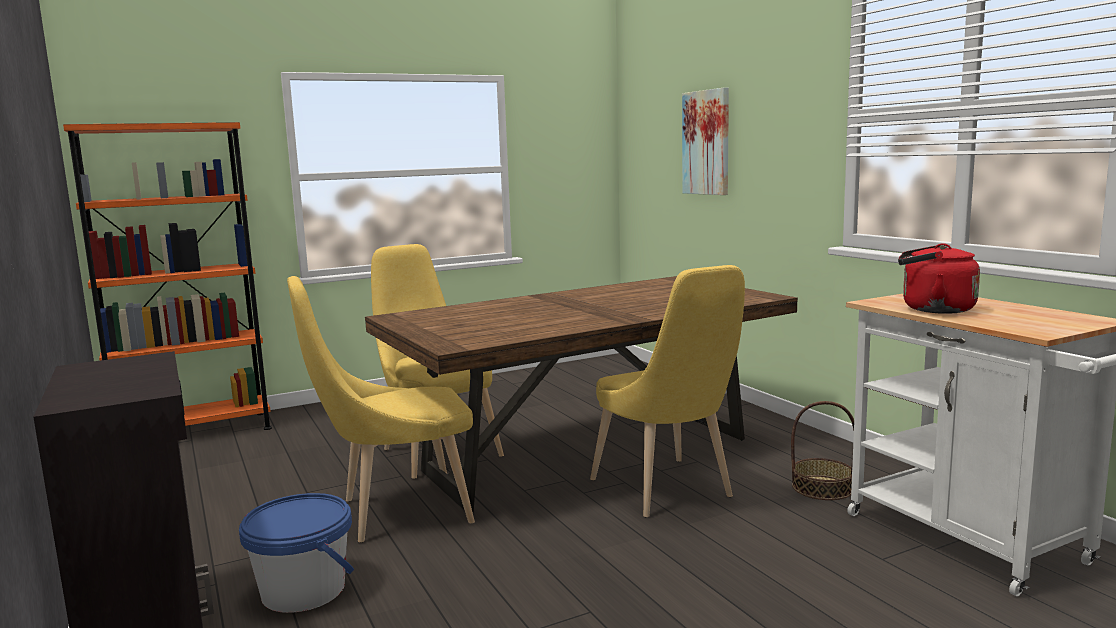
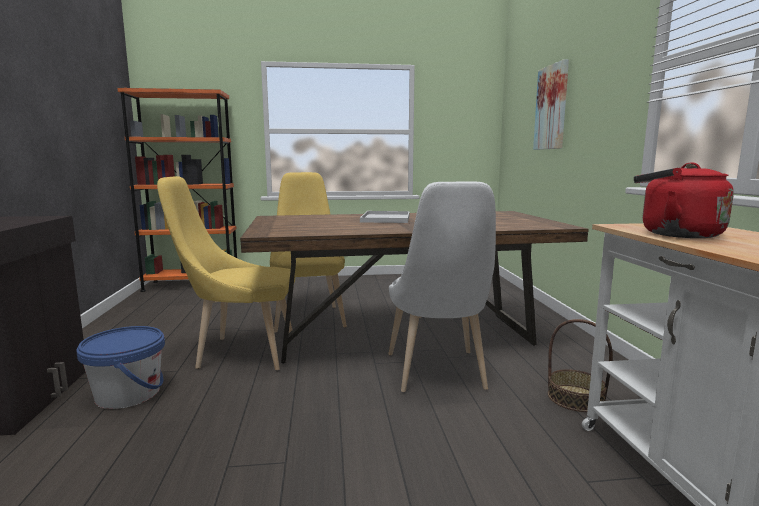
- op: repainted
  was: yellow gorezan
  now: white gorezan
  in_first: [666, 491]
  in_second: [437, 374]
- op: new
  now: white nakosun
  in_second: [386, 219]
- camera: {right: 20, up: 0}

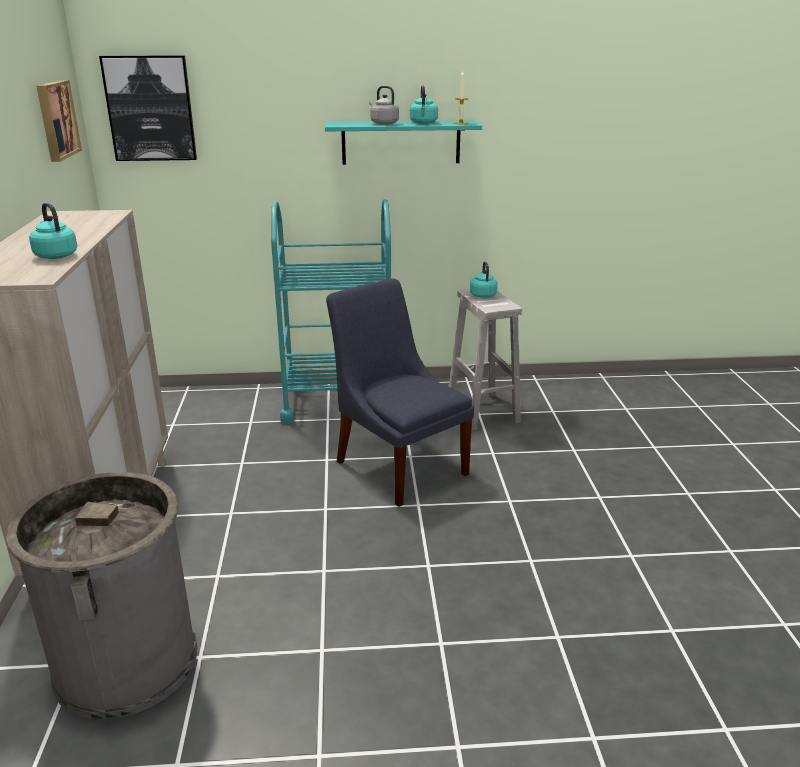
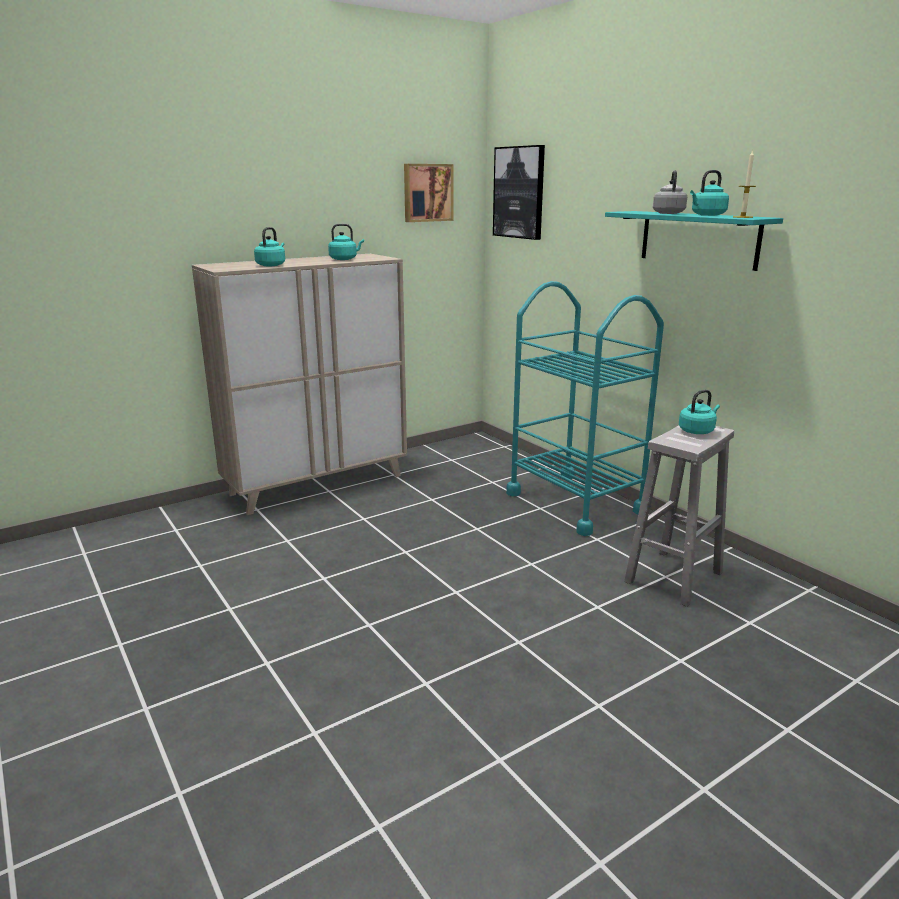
- op: gone
  was: blue gorezan
  in_first: [399, 464]
- op: gone
  was: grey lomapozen
  in_first: [126, 661]
- op: new
  now: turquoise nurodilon
  in_second: [344, 259]
- camera: {right: 60, up: -5}

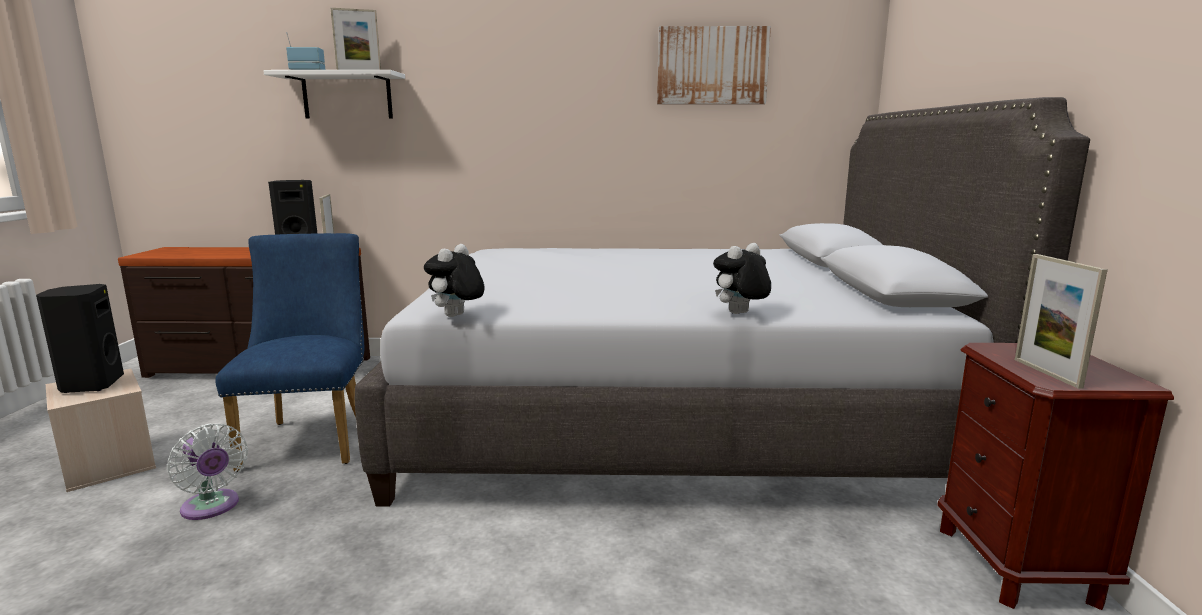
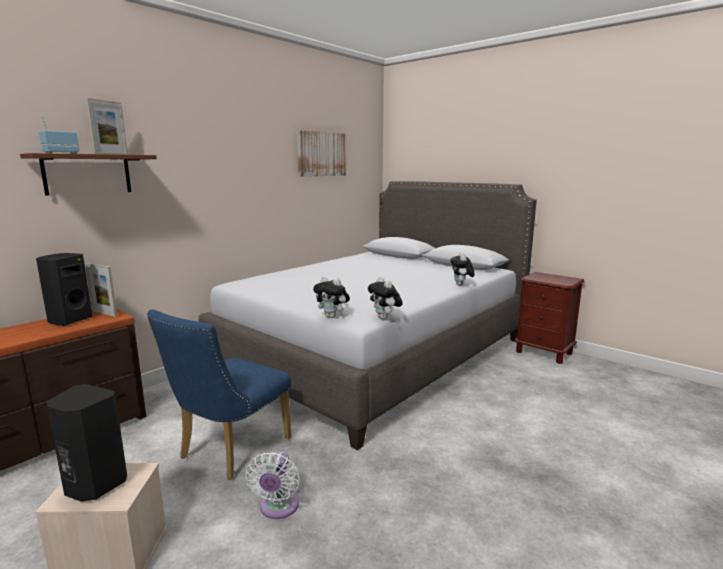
- op: repainted
  was: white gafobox
  now: brown gafobox
  in_first: [347, 96]
  in_second: [87, 174]
- op: rotated
  was: blue gorezan
  in_first: [312, 437]
  in_second: [229, 451]
  clockwise: -90
- op: gone
  was: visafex
  in_first: [1046, 373]
- op: rotated
  was: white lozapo
  in_first: [212, 508]
  in_second: [278, 508]
  clockwise: 105
- op: new
  now: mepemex
  in_second: [332, 316]
- camera: {right: -50, up: 0}

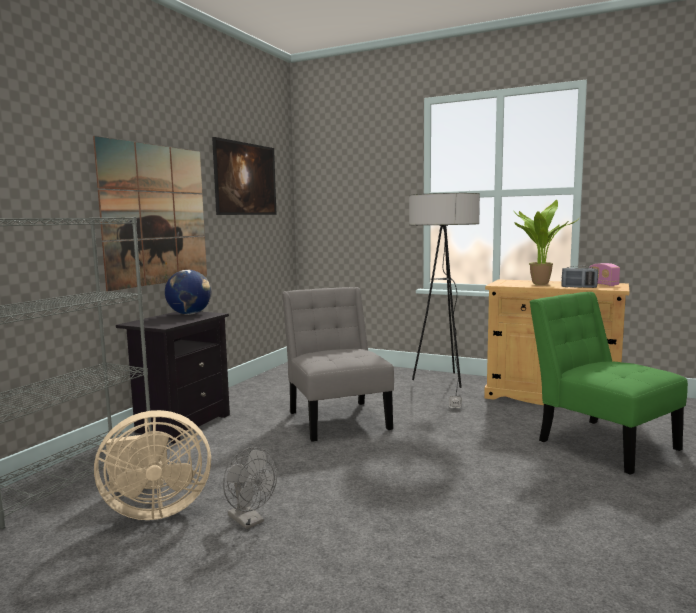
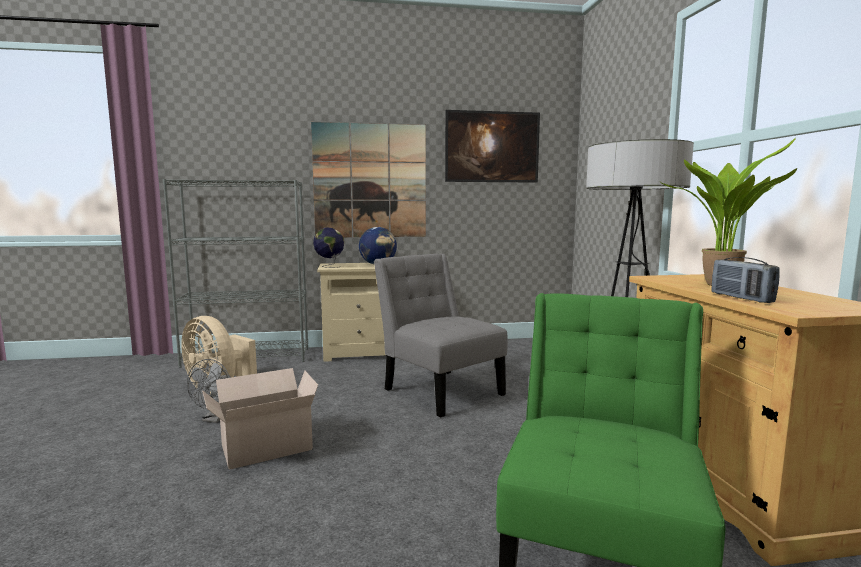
- op: gone
  was: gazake
  in_first: [603, 285]
- op: rotated
  was: grey gorezan
  in_first: [337, 418]
  in_second: [439, 390]
  clockwise: -75
- op: repainted
  was: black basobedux
  now: beige basobedux
  in_first: [182, 424]
  in_second: [359, 352]
- op: new
  now: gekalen
  in_second: [329, 266]
- op: new
  now: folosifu
  in_second: [263, 448]
- camera: {right: 55, up: 0}

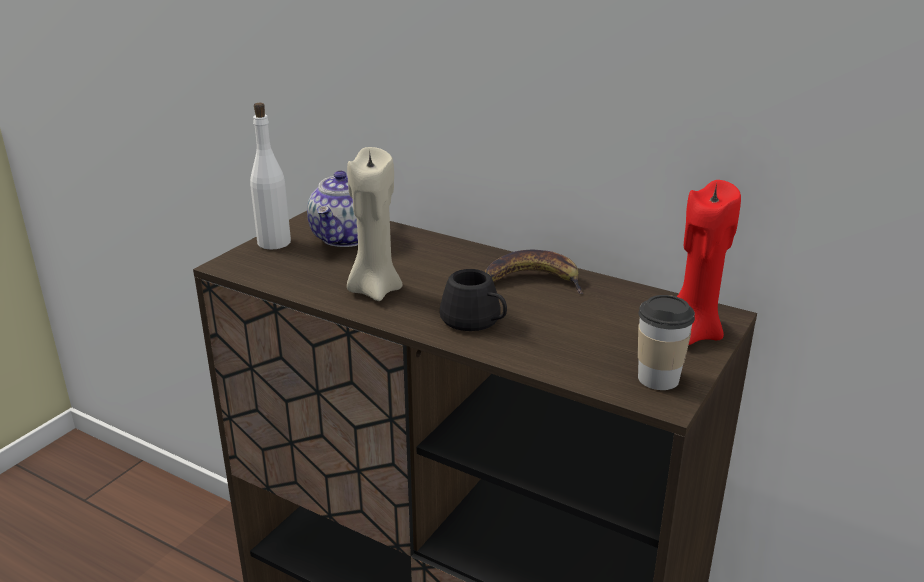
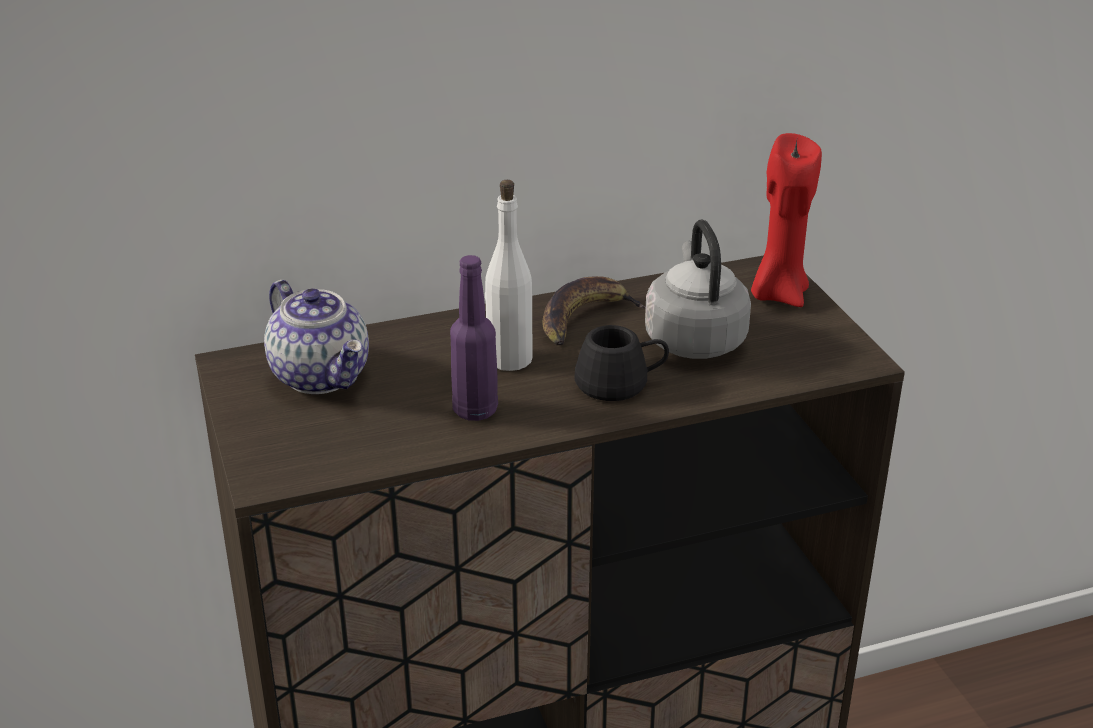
- op: shifted
  was: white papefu
  in_first: [274, 242]
  in_second: [509, 359]
- op: swapped
  was: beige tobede
  now: purple papefu
  in_first: [374, 290]
  in_second: [475, 410]
- op: gone
  was: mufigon
  in_first: [658, 378]
- op: new
  now: grey nurodilon
  in_second: [694, 338]
- camera: {right: -50, up: 5}

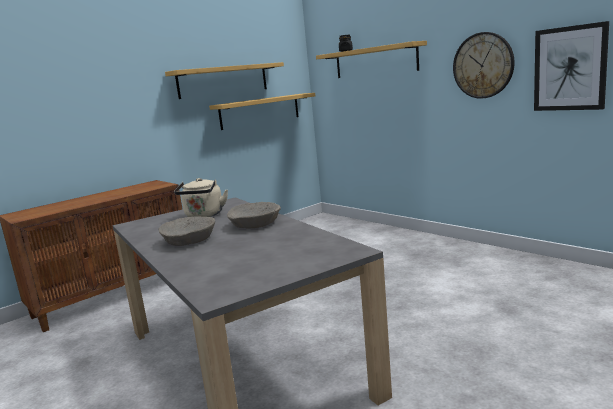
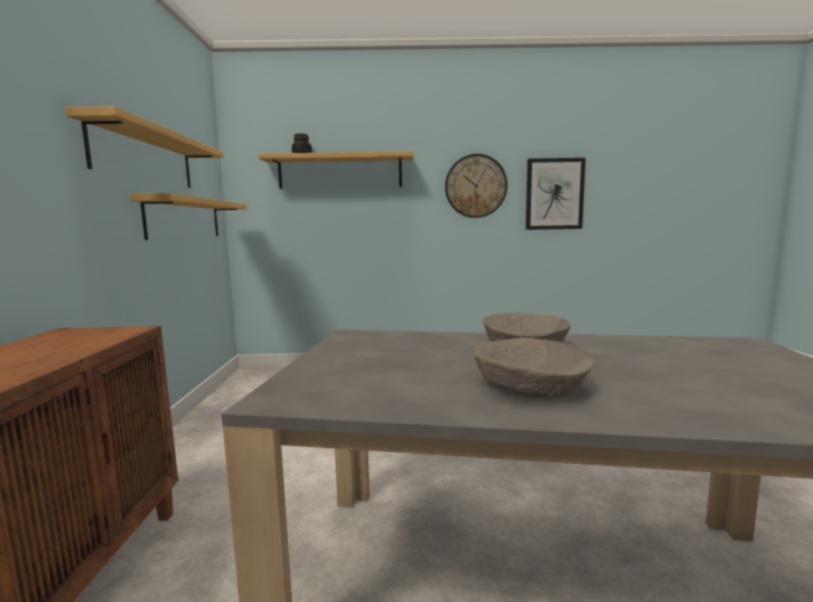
- op: gone
  was: beige nurodilon
  in_first: [204, 216]
- camera: {right: -50, up: -5}

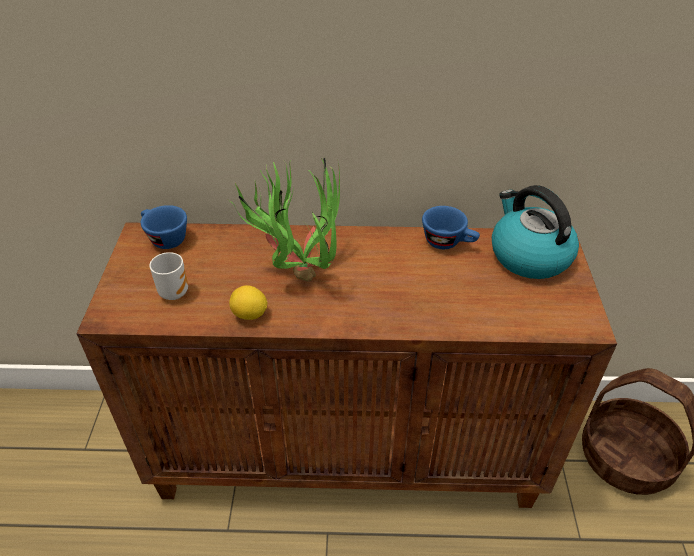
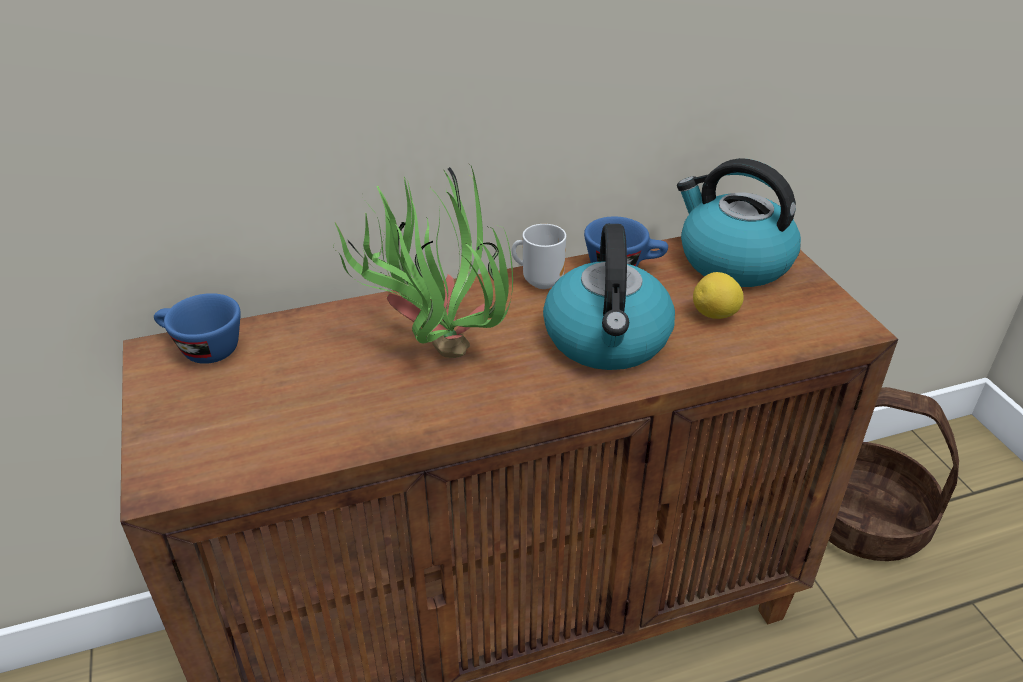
- op: shifted
  was: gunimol
  in_first: [174, 292]
  in_second: [540, 281]
- op: shifted
  was: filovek
  in_first: [250, 315]
  in_second: [715, 315]
- op: new
  now: nurodilon
  in_second: [607, 340]
- camera: {right: -20, up: -5}

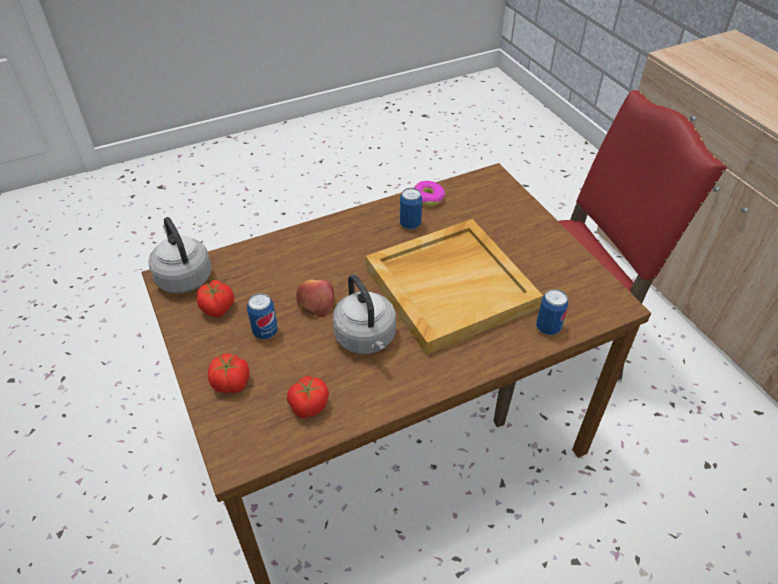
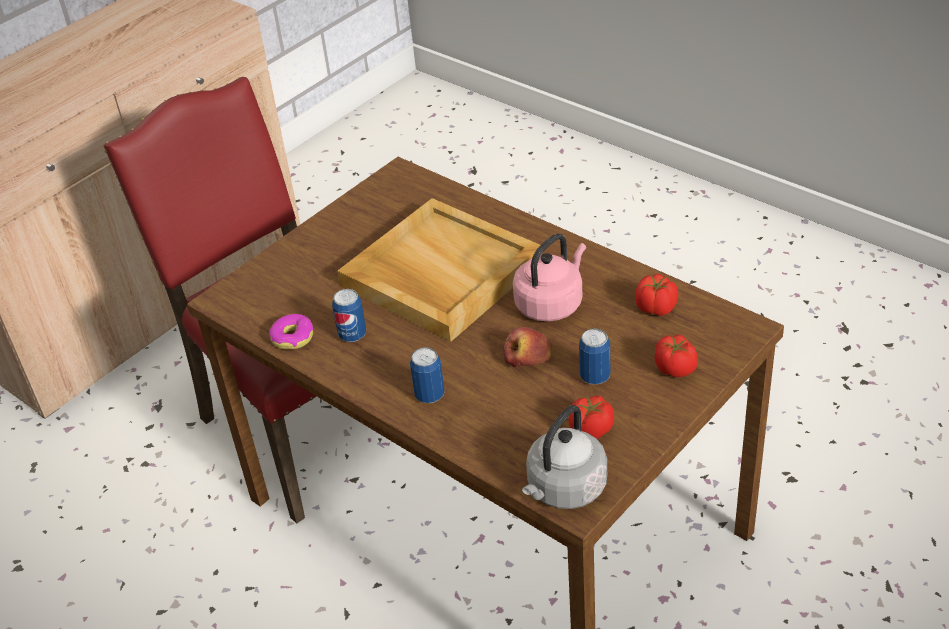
- op: repainted
  was: grey nurodilon
  now: pink nurodilon
  in_first: [366, 339]
  in_second: [551, 304]
- op: shifted
  was: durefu
  in_first: [548, 327]
  in_second: [429, 395]
- camera: {right: -110, up: -5}

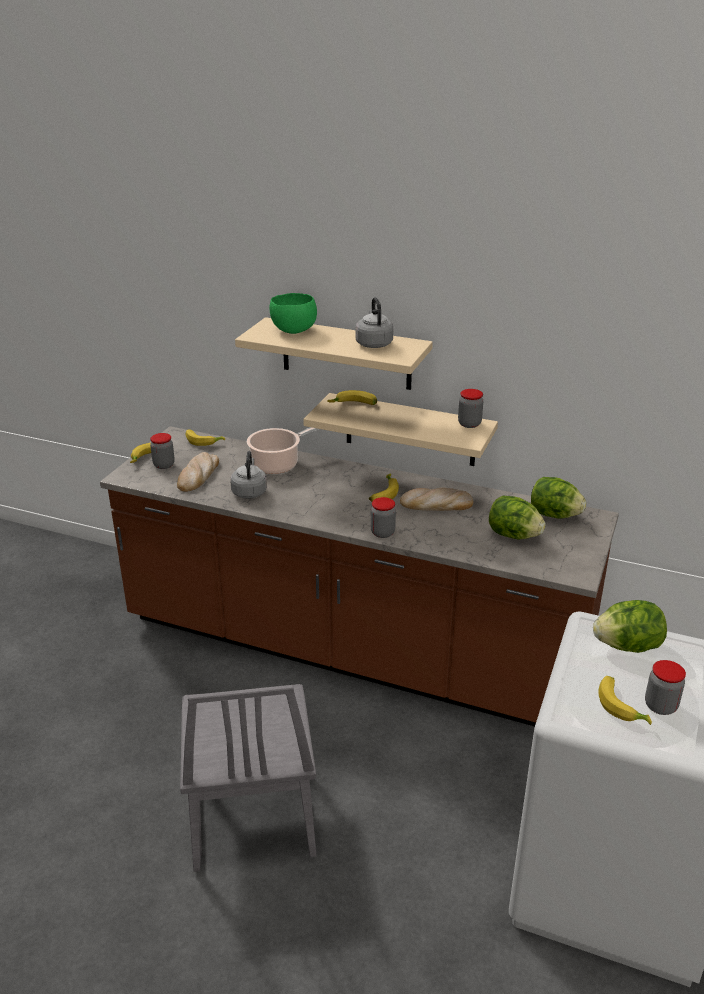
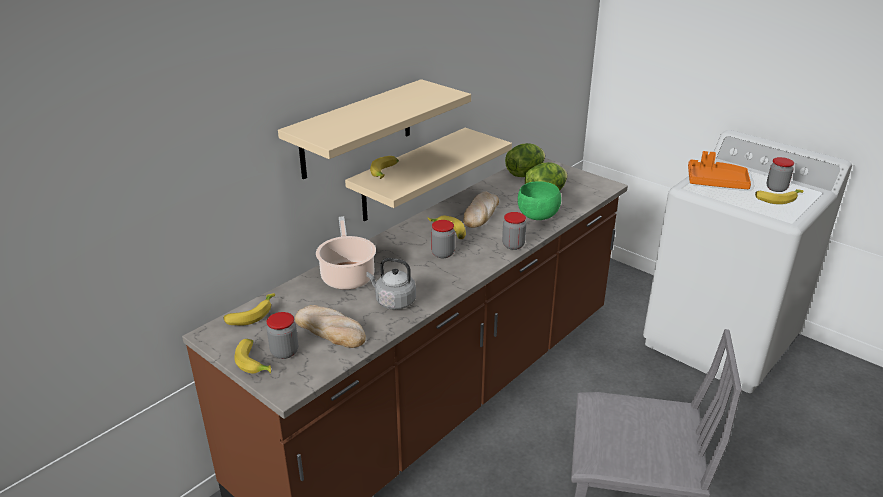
- op: shifted
  was: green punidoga
  in_first: [293, 331]
  in_second: [538, 217]
- op: gone
  was: grey nurodilon
  in_first: [373, 343]
- op: shifted
  was: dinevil
  in_first: [469, 424]
  in_second: [442, 253]
- op: swapped
  was: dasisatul
  now: orange nakosun
  in_first: [627, 646]
  in_second: [716, 182]
- camera: {right: -70, up: 0}

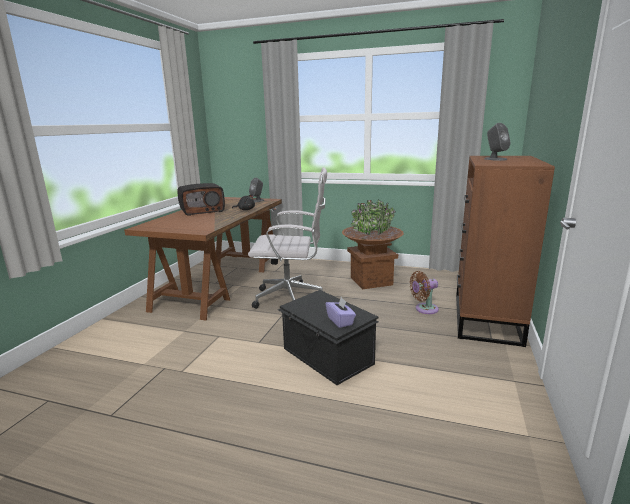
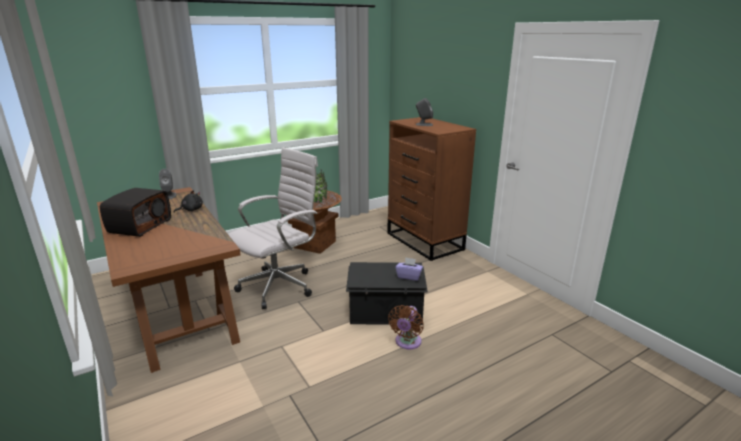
- op: shifted
  was: brown lozapo
  in_first: [424, 309]
  in_second: [407, 342]
- camera: {right: -50, up: 5}

